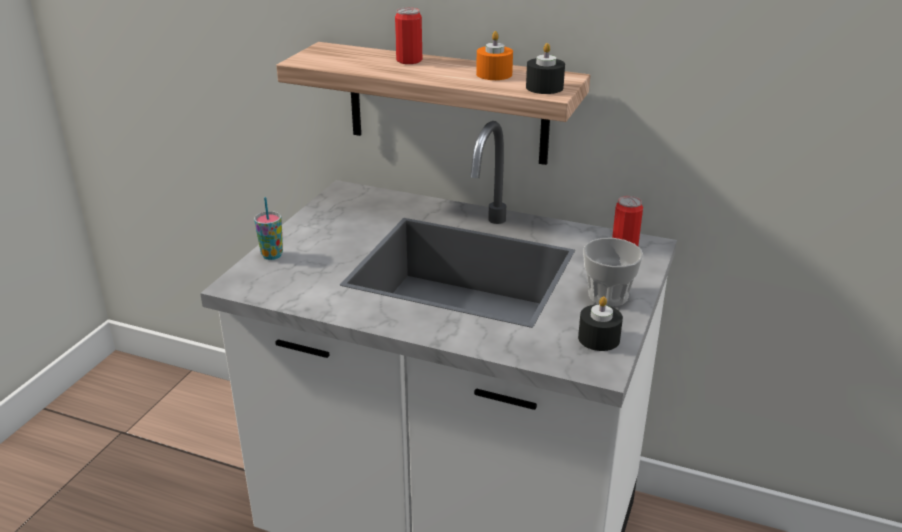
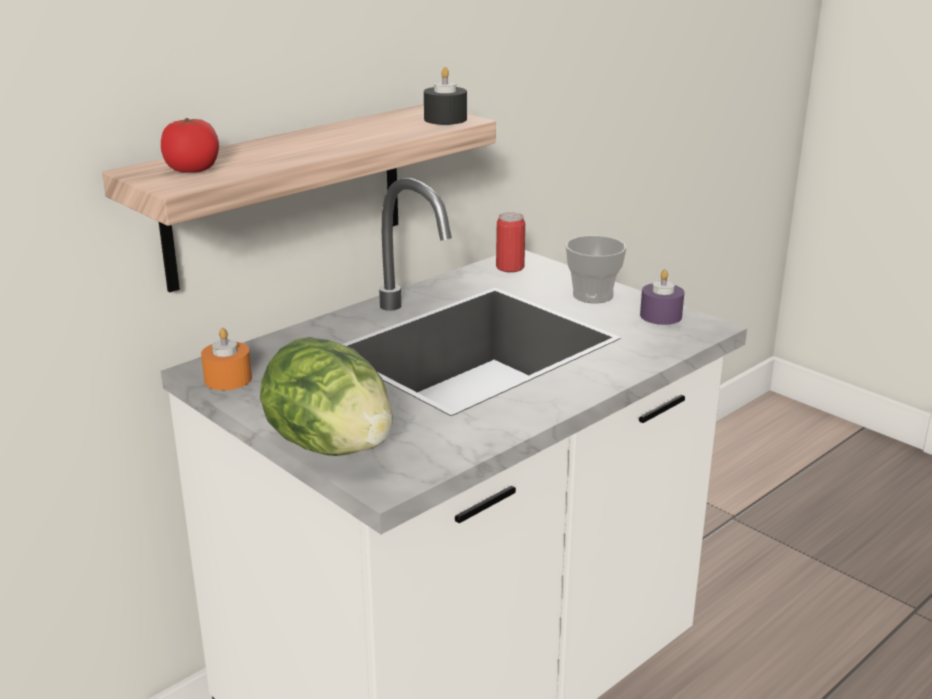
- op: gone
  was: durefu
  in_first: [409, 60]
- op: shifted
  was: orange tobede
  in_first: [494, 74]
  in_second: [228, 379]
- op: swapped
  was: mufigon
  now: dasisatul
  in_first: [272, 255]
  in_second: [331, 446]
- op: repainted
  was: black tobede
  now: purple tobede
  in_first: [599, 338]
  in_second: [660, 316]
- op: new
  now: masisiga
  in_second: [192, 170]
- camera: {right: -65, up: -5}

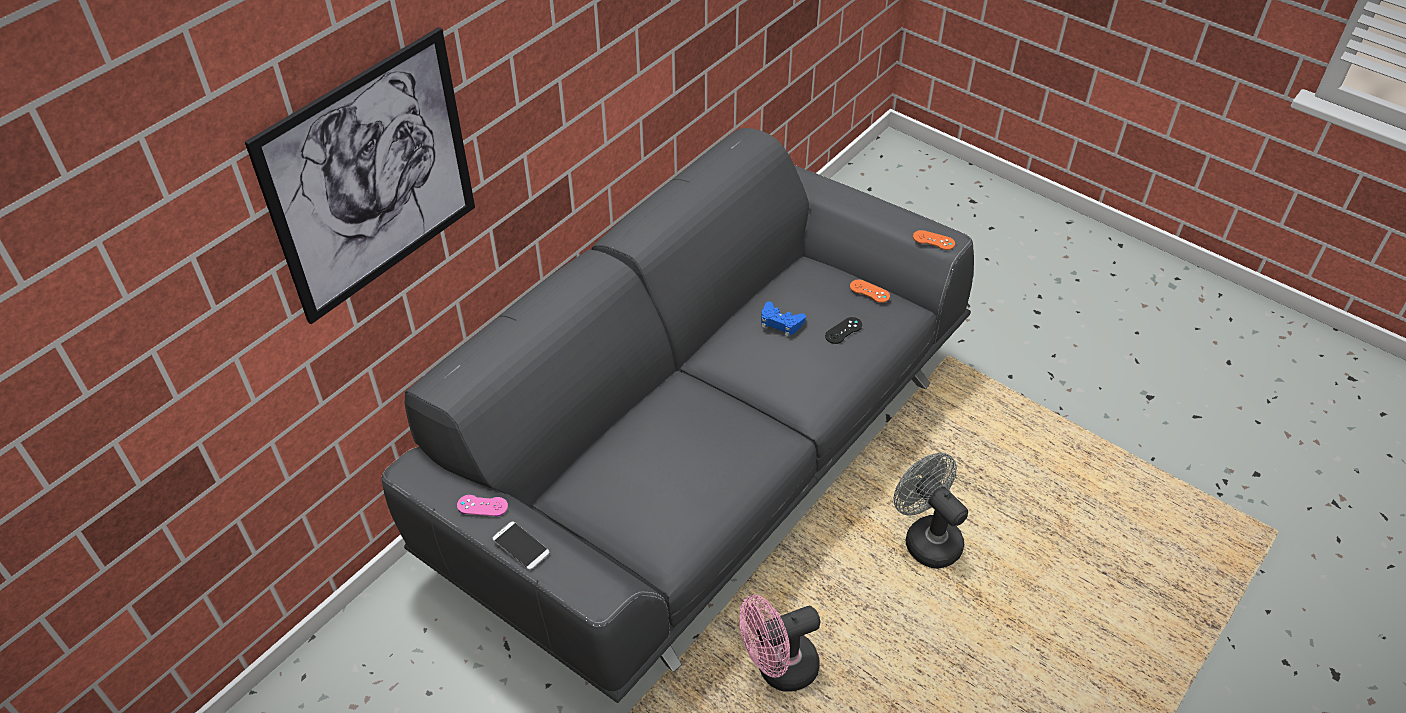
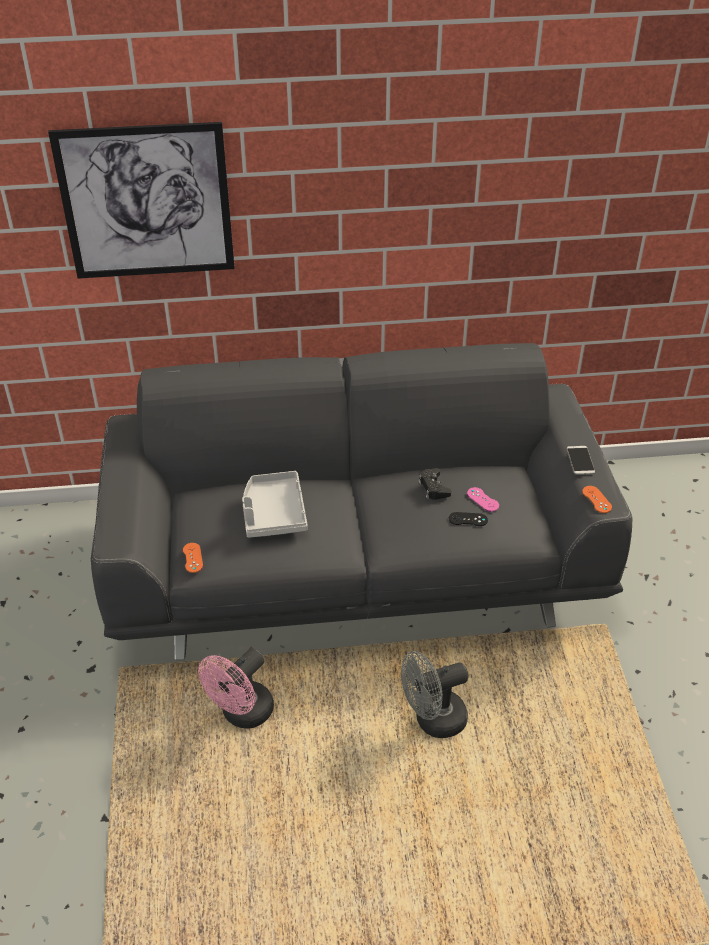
- op: shifted
  was: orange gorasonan
  in_first: [869, 291]
  in_second: [192, 558]
- op: repainted
  was: blue gorasonan
  now: black gorasonan
  in_first: [780, 322]
  in_second: [433, 487]
- op: rotated
  was: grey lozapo
  in_first: [926, 538]
  in_second: [433, 720]
  clockwise: -120
- op: shifted
  was: pink gorasonan
  in_first: [482, 506]
  in_second: [483, 499]
- op: shifted
  was: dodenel
  in_first: [521, 546]
  in_second: [580, 460]
- op: rotated
  was: pink lozapo
  in_first: [778, 669]
  in_second: [242, 714]
  clockwise: -75
- op: new
  now: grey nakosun
  in_second: [273, 513]
- camera: {right: 45, up: -5}

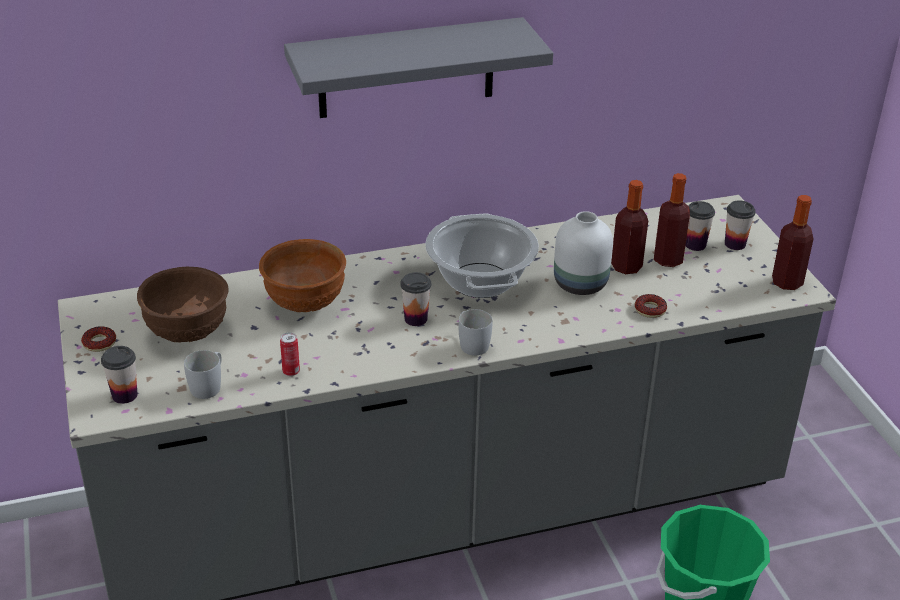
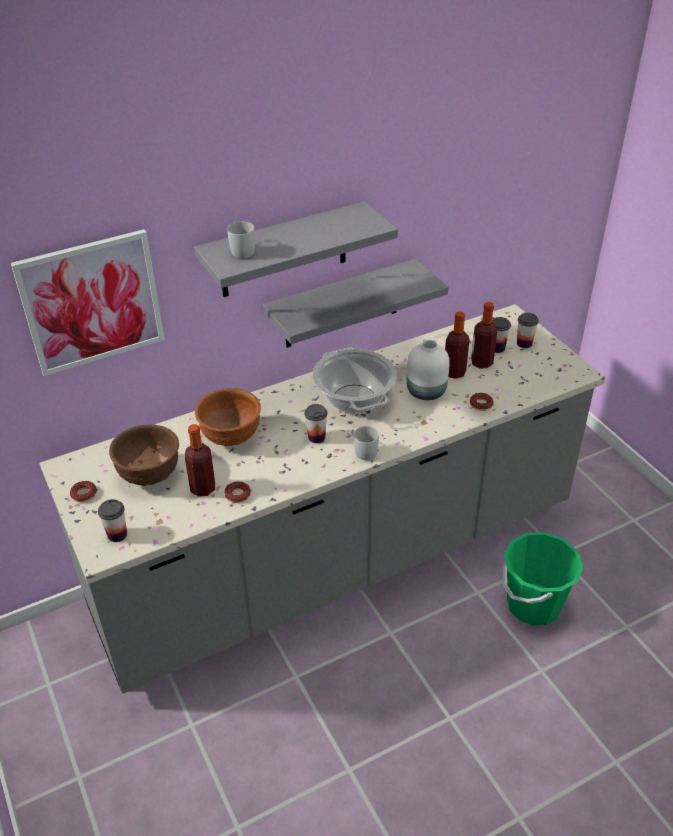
- op: shifted
  was: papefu
  in_first: [787, 282]
  in_second: [203, 488]
- op: swapped
  was: durefu
  now: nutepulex
  in_first: [291, 372]
  in_second: [237, 495]
- op: shifted
  was: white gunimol
  in_first: [209, 385]
  in_second: [244, 250]
- op: new
  now: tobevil
  in_second: [92, 302]
- op: new
  now: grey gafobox
  in_second: [341, 305]
- camera: {right: -10, up: 5}

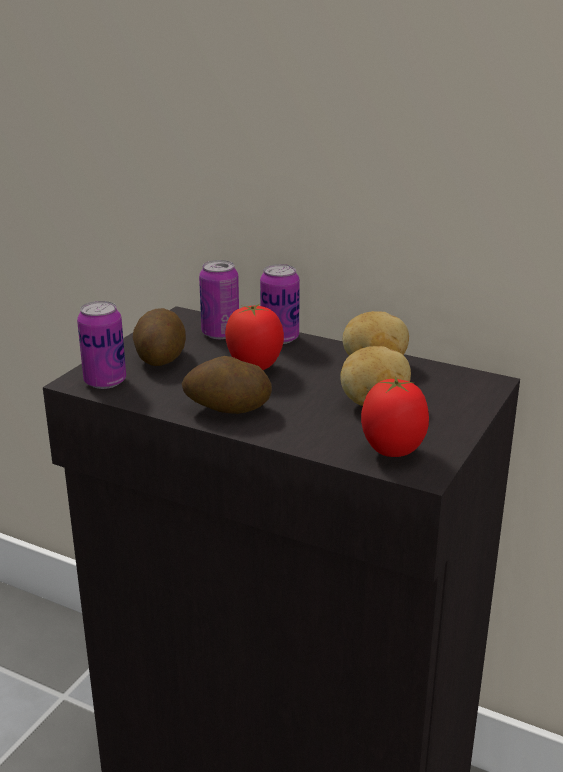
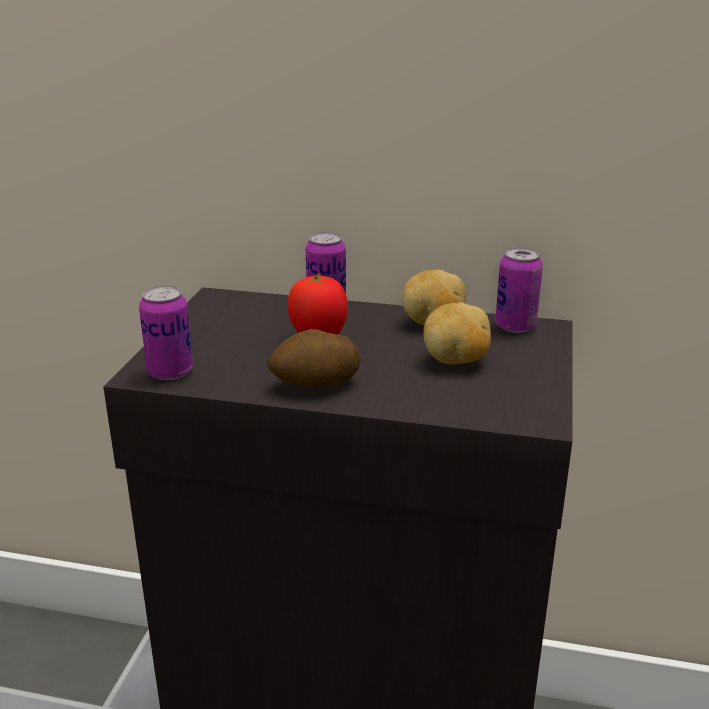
- op: shifted
  was: durefu
  in_first: [220, 333]
  in_second: [515, 326]
- op: gone
  was: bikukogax
  in_first: [160, 357]
- op: gone
  was: masisiga
  in_first: [393, 451]
- camera: {right: -15, up: 0}

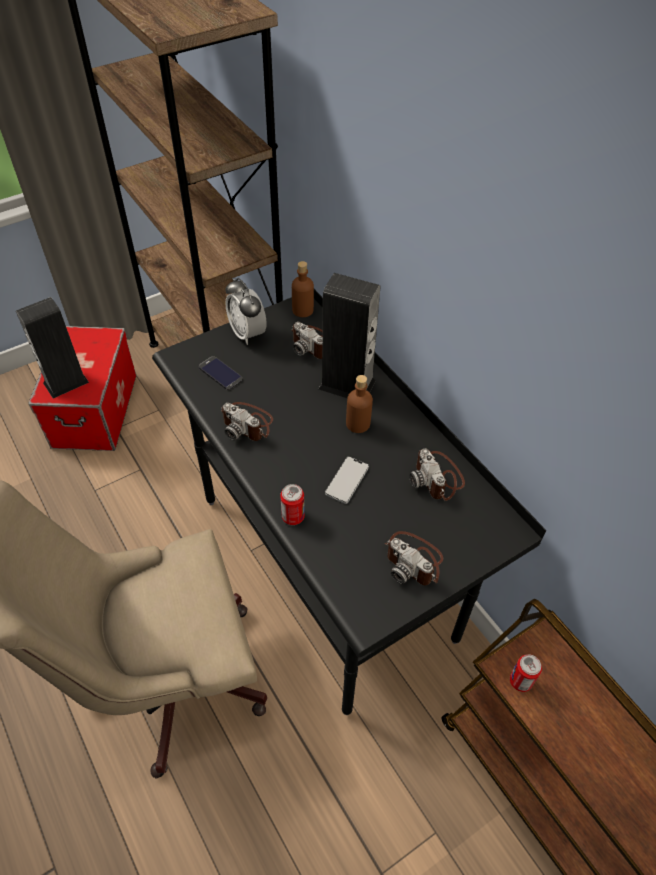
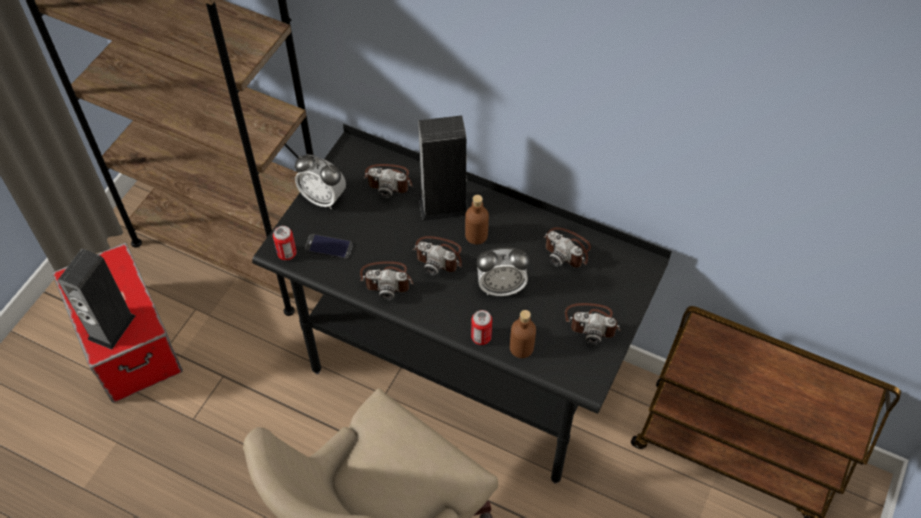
- op: shifted
  was: brown papefu
  in_first: [303, 310]
  in_second: [521, 347]
- op: swapped
  was: dodenel
  now: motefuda
  in_first: [347, 480]
  in_second: [501, 287]
- op: shifted
  was: durefu
  in_first: [520, 681]
  in_second: [287, 253]
- op: new
  now: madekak
  in_second: [439, 256]
- camera: {right: -30, up: 5}

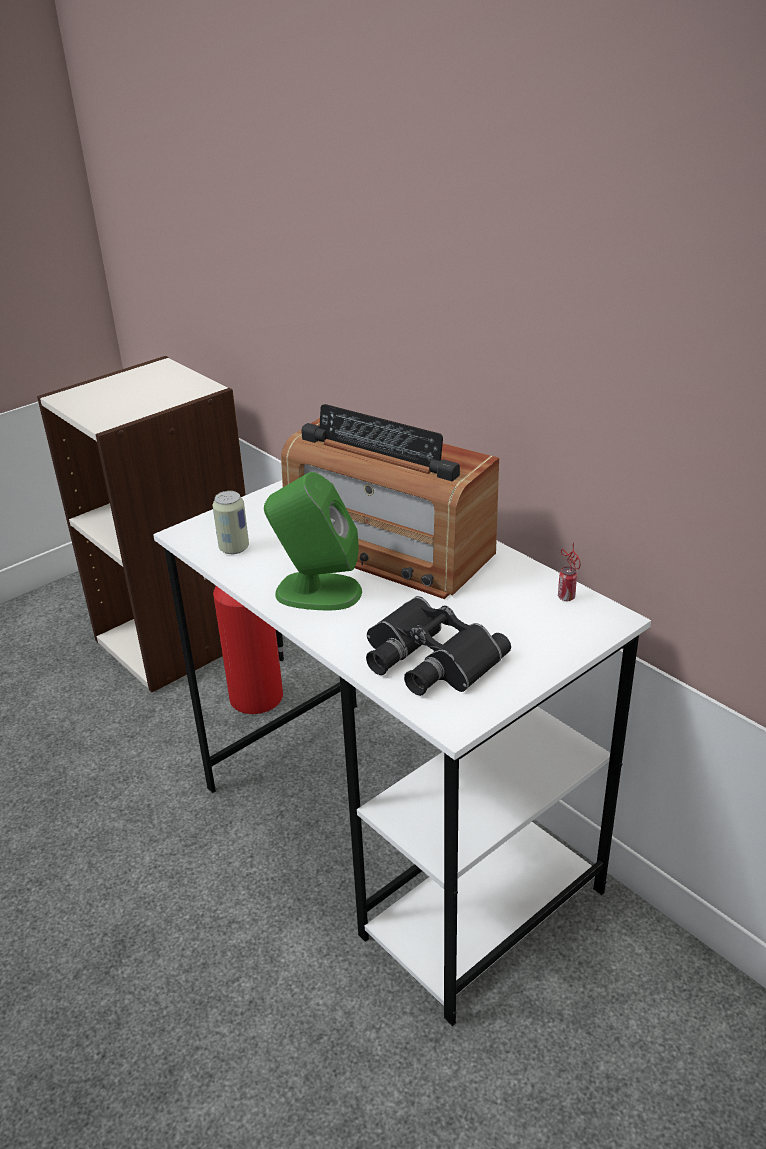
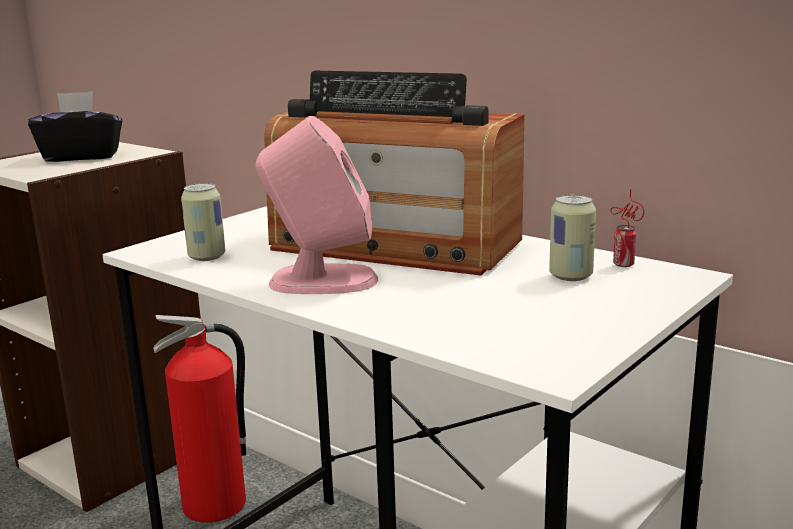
- op: repainted
  was: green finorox
  now: pink finorox
  in_first: [317, 592]
  in_second: [321, 280]
- op: gone
  was: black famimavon
  in_first: [427, 658]
- op: new
  now: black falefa
  in_second: [82, 156]
- op: new
  now: durefu
  in_second: [570, 276]
- camera: {right: -10, up: -15}

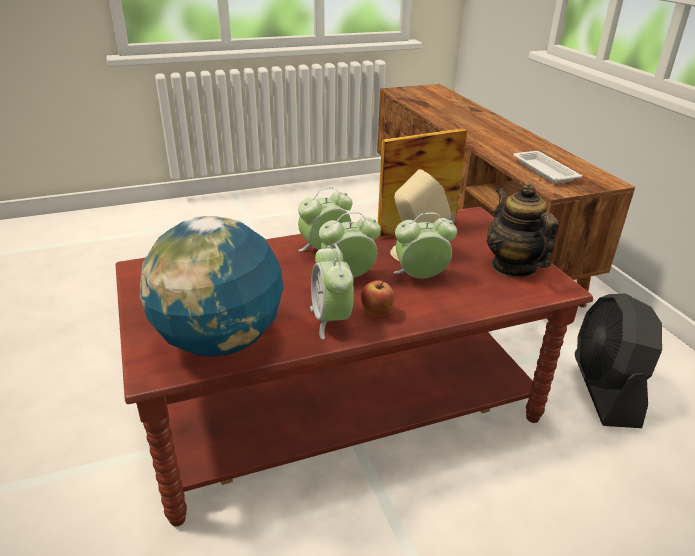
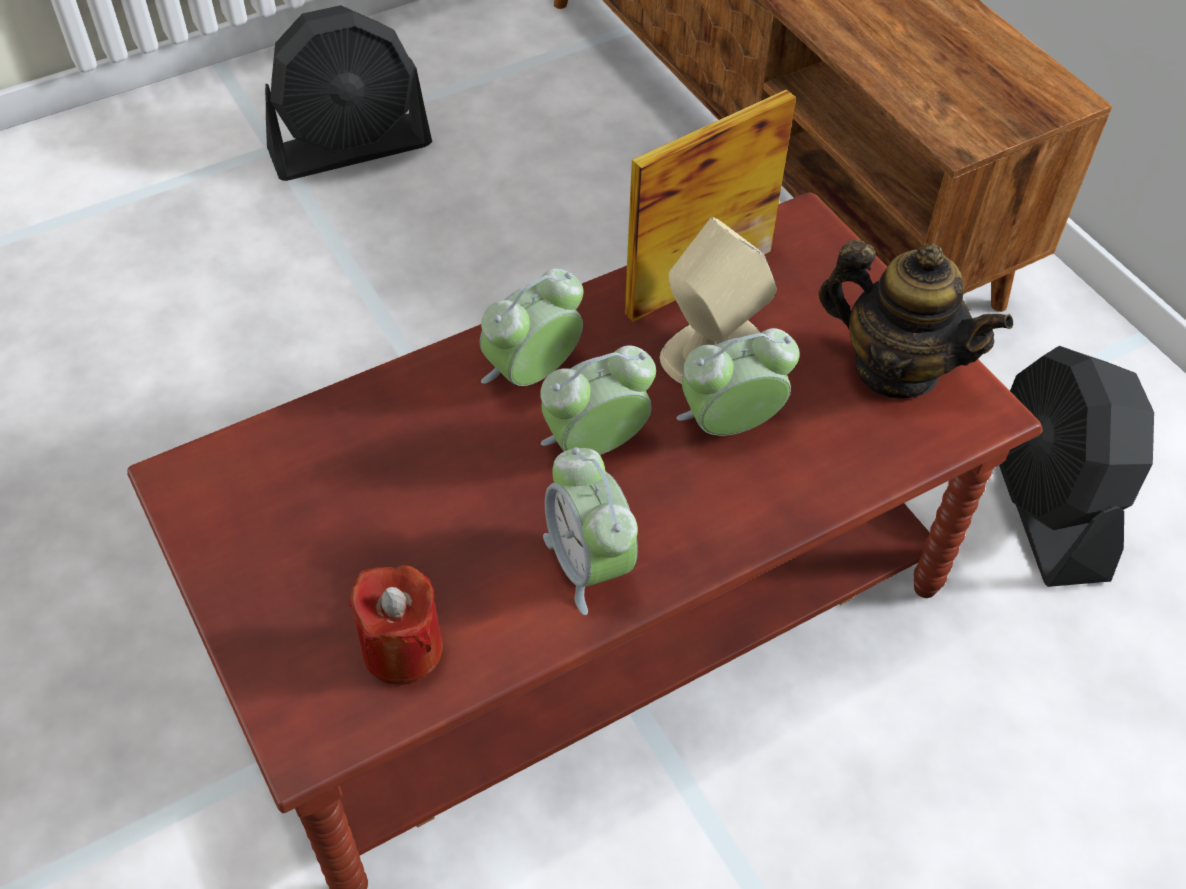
- op: gone
  was: white nakosun
  in_first: [543, 170]
- op: rotated
  was: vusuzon
  in_first: [513, 266]
  in_second: [895, 368]
  clockwise: 150
- op: swapped
  was: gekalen
  now: red tobede
  in_first: [219, 341]
  in_second: [402, 649]
- op: gone
  was: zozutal
  in_first: [376, 313]
- op: new
  now: black lozapo
  in_second: [351, 148]
- camera: {right: -10, up: 20}

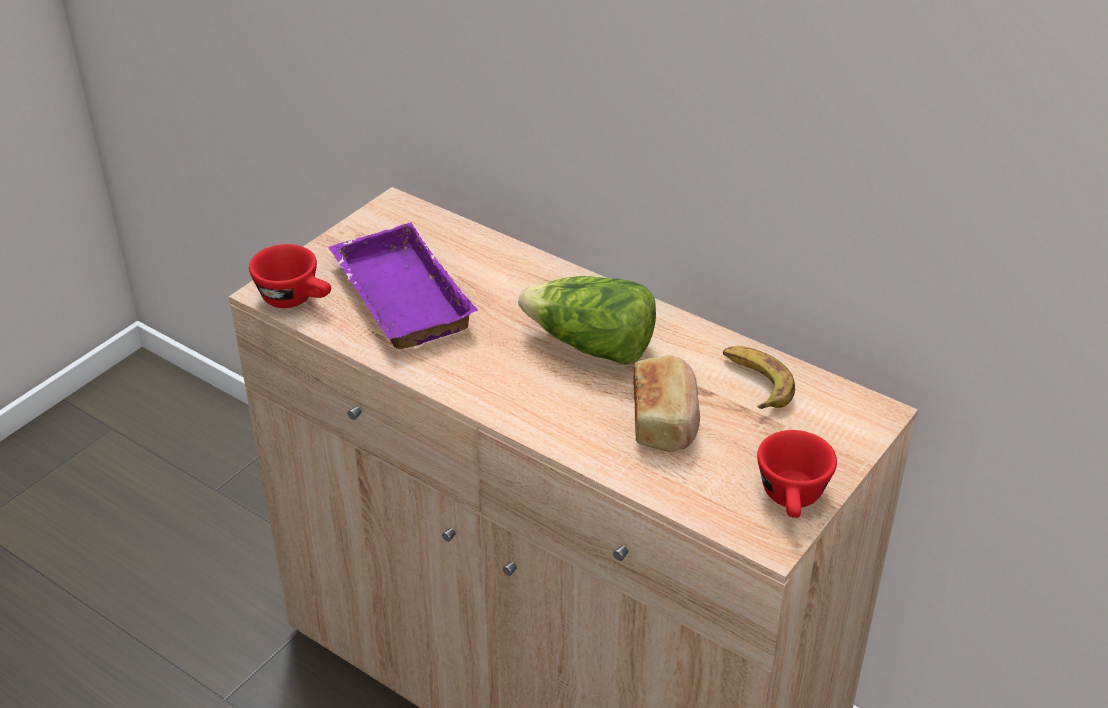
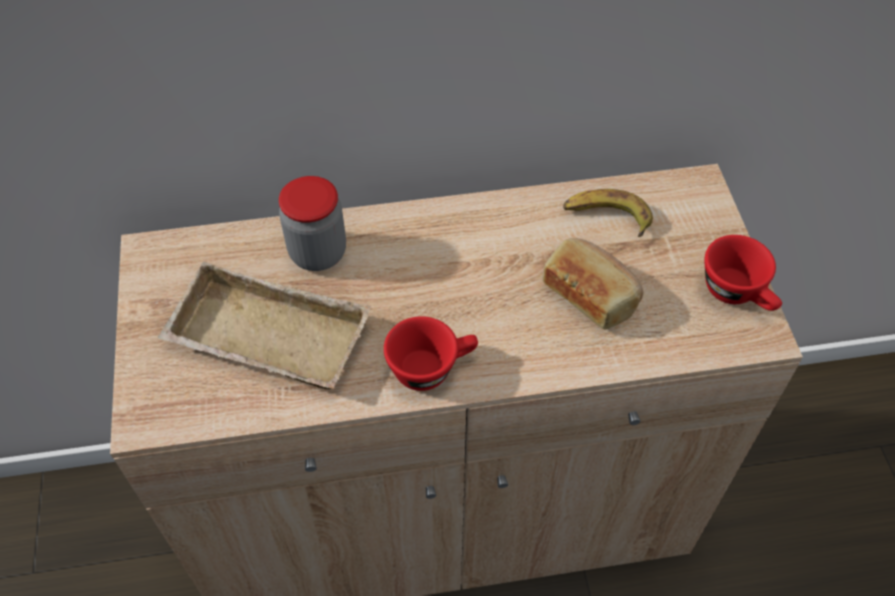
- op: repainted
  was: purple nakosun
  now: beige nakosun
  in_first: [396, 297]
  in_second: [264, 340]
- op: shifted
  was: red mufigon
  in_first: [296, 299]
  in_second: [431, 367]
- op: gone
  was: dasisatul
  in_first: [591, 346]
- op: new
  now: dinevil
  in_second: [318, 253]
- camera: {right: -45, up: 15}

